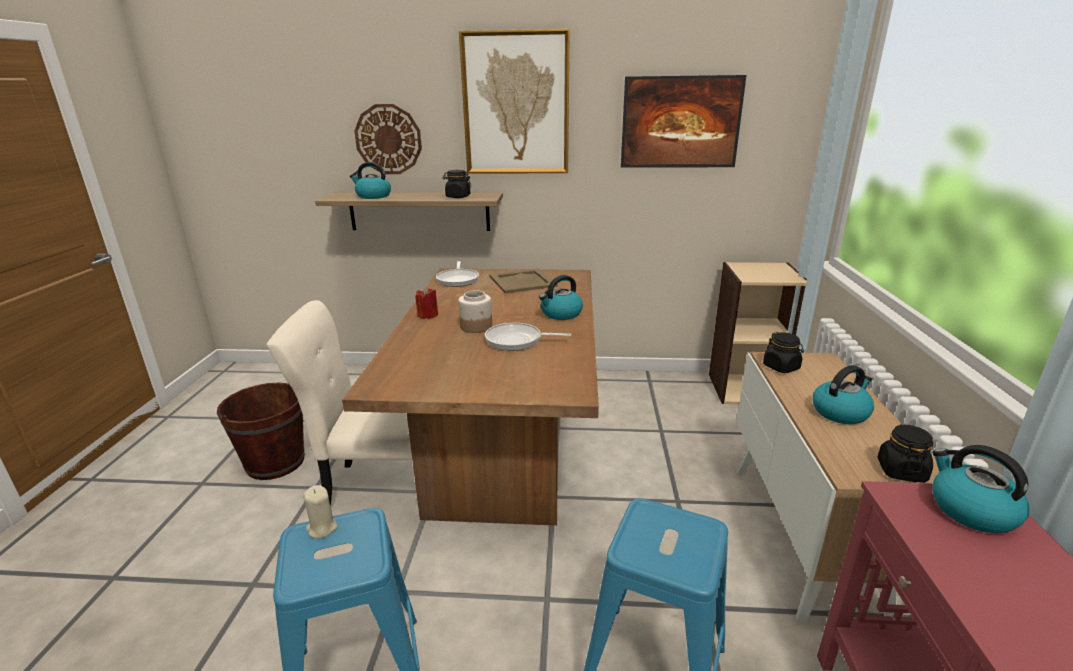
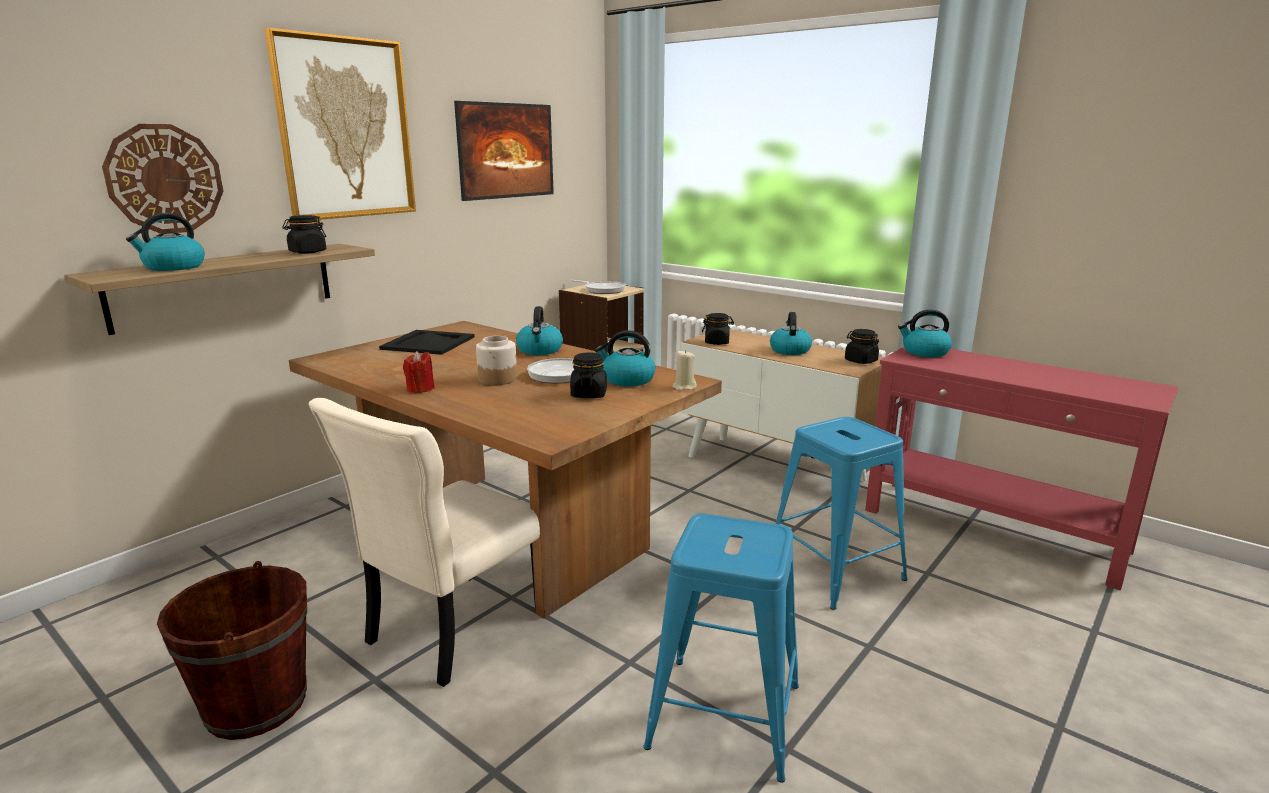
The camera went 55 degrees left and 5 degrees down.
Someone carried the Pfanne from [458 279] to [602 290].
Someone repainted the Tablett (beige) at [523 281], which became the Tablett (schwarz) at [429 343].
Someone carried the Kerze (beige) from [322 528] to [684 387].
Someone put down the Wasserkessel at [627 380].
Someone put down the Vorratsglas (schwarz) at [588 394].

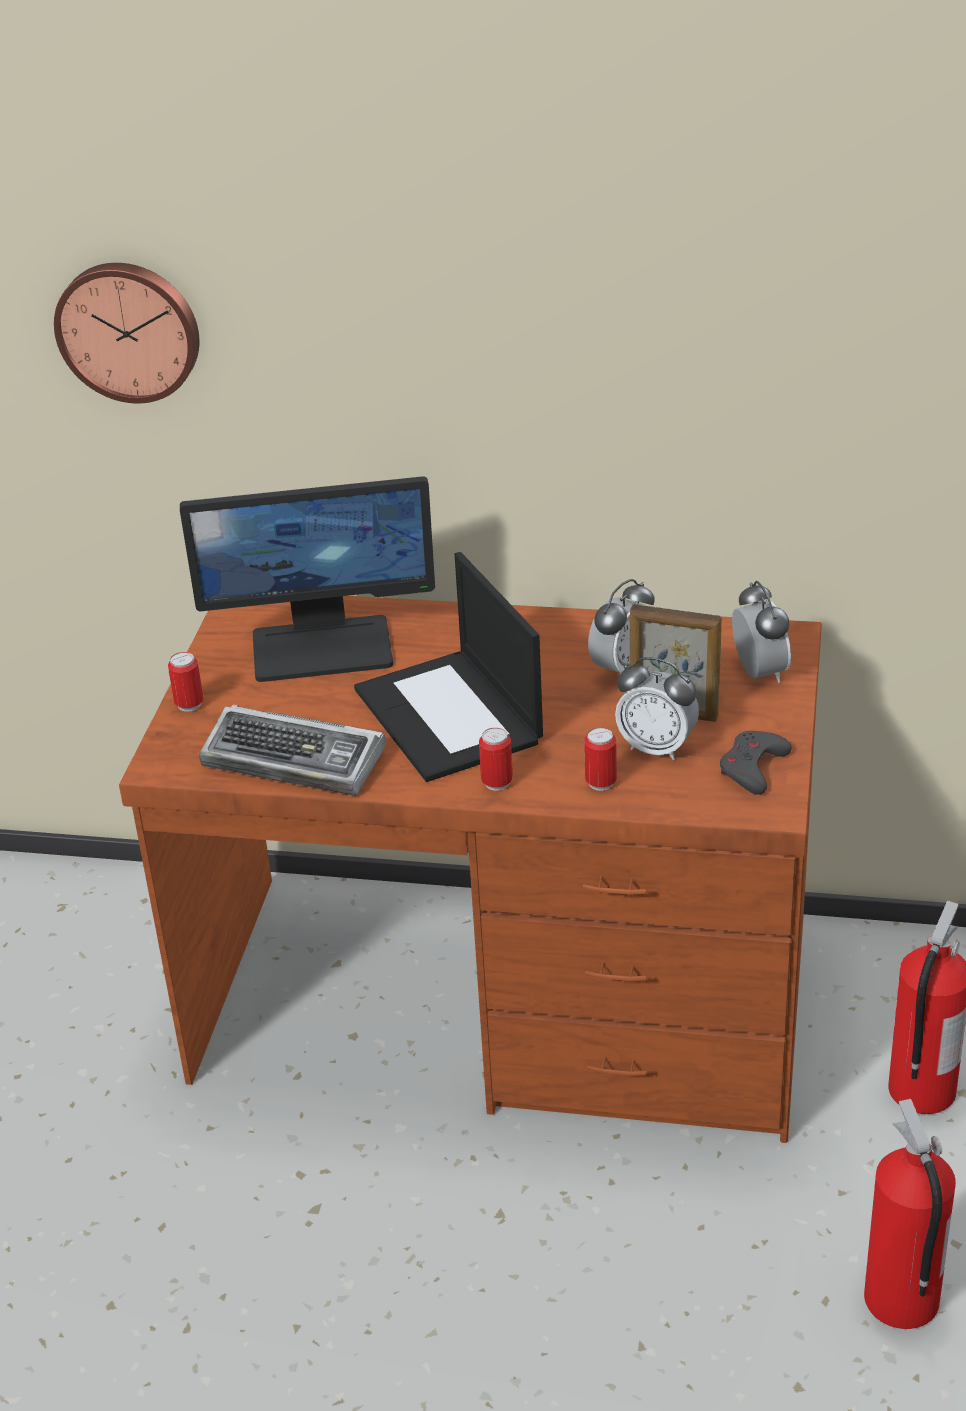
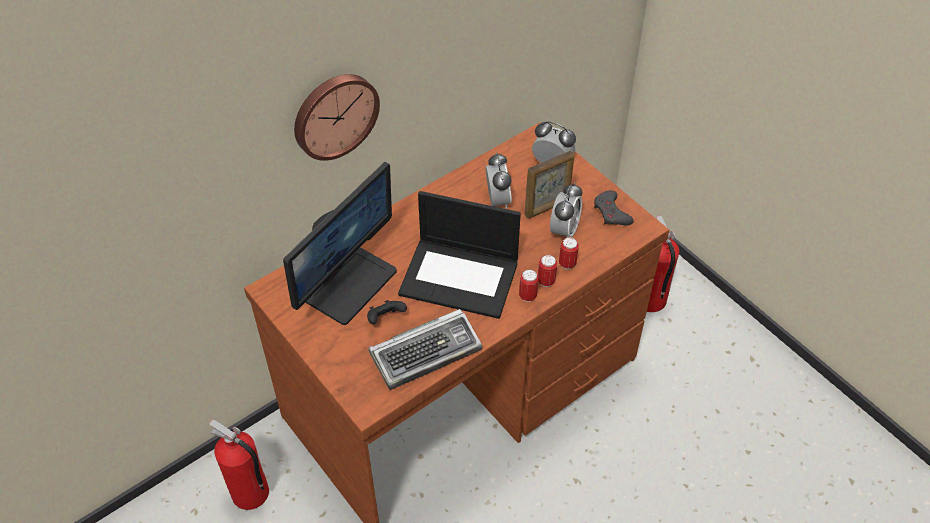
The camera went 50 degrees left and 15 degrees up.
Someone carried the Wanduhr from [129 330] to [334 114].
Someone carried the Dose from [189 704] to [546 281].
Someone rotated the Wecker at [657 747] by 45 degrees counterclockwise.
Someone carried the Feuerlöscher from [900 1301] to [250 494].
Someone put down the Gamepad (schwarz) at [385 318].

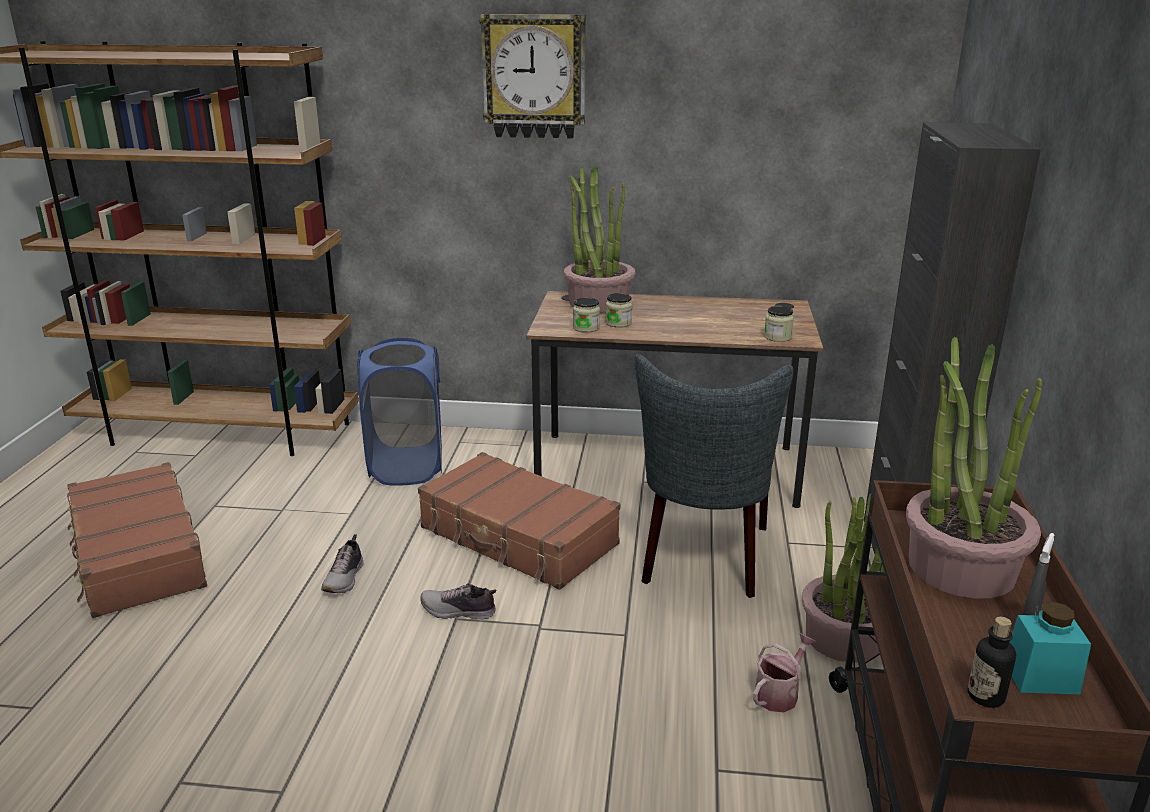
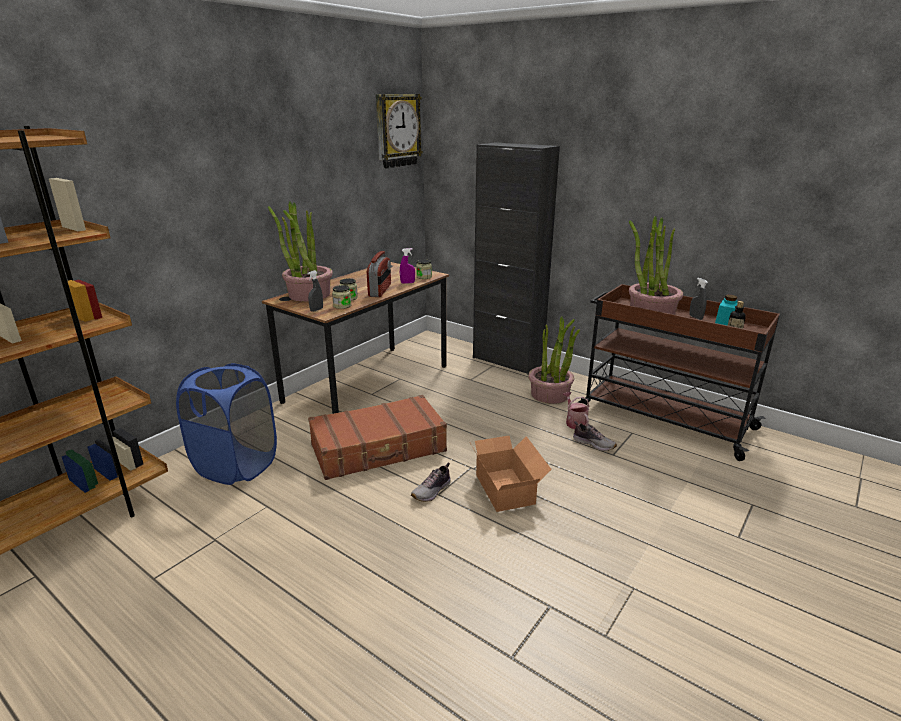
The camera went 60 degrees left and 0 degrees up.
Someone carried the Wanduhr from [534 76] to [397 130].
Someone took away the Stuhl (grau) at [703 559].
Someone took away the Koffer (braun) at [137 555].
Someone carried the Schuh from [345 578] to [593 444].
Someone put down the Sprühflasche (lila) at [407 283].
Someone put down the Radio at [380 290].
Someone put down the Sprühflasche (grau) at [316 310].
Someone put down the Karton at [506 488].

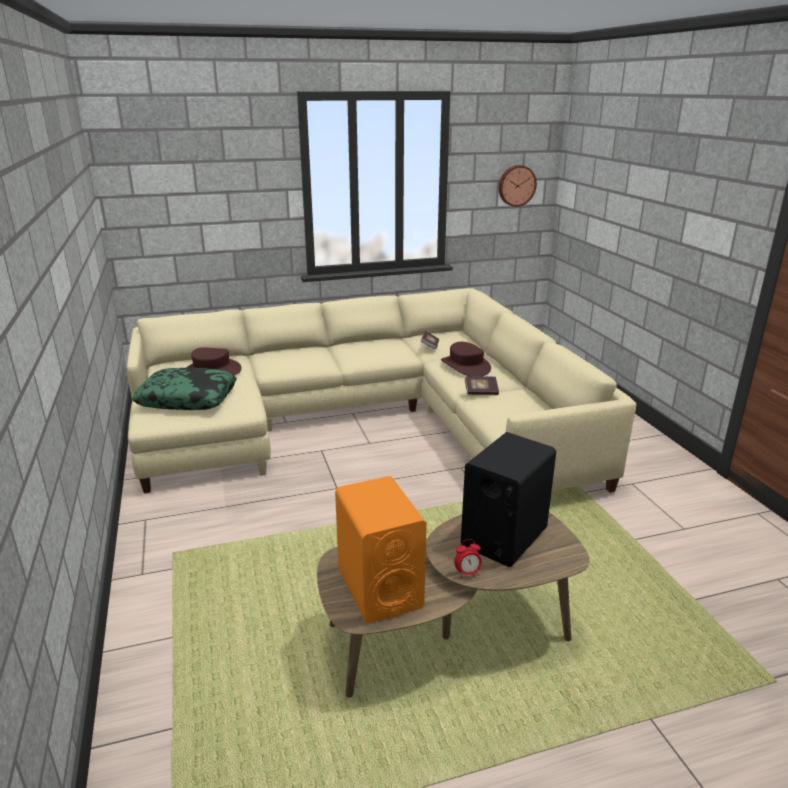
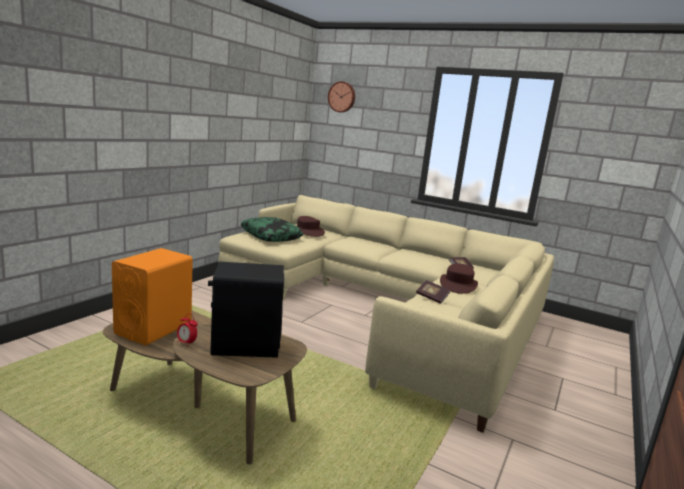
The camera went 45 degrees right and 10 degrees down.
Someone carried the Wanduhr from [516 185] to [342 97].

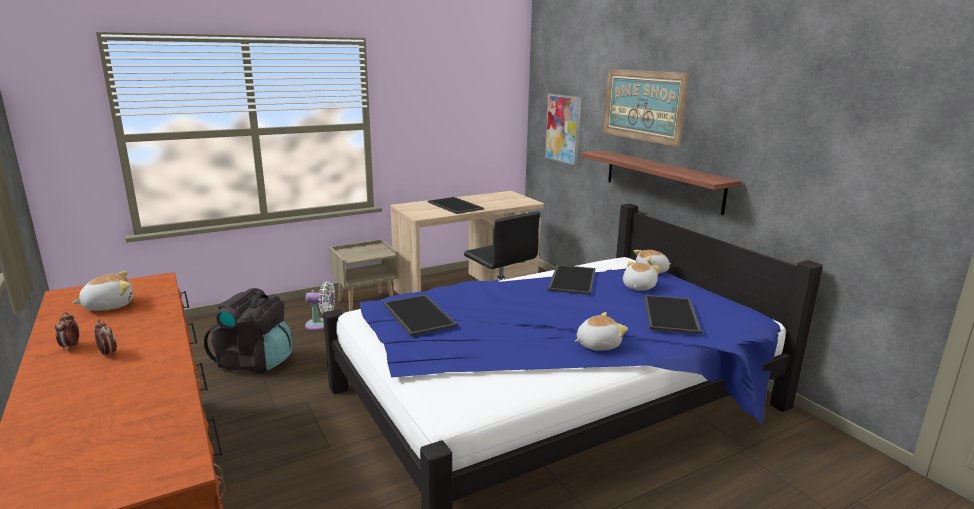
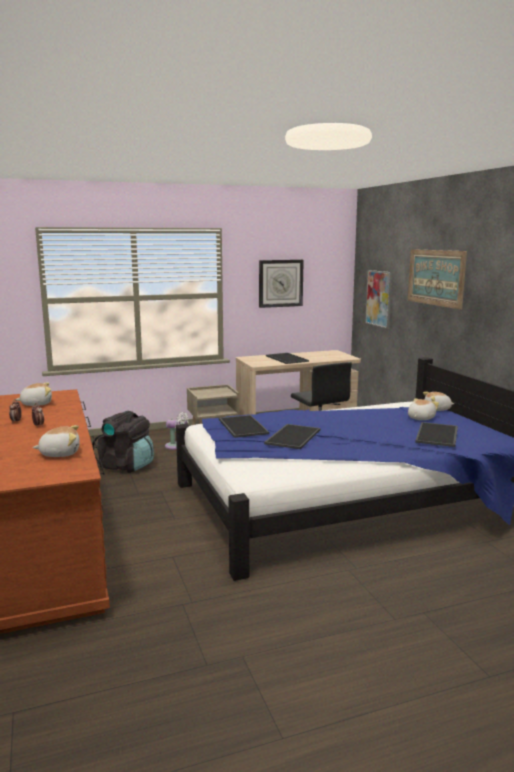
The camera went 10 degrees right and 5 degrees down.
Someone took away the Wandregal at [662 180].
Someone carried the Tablett from [571 279] to [292 436].
Someone carried the Plüschtier from [597 344] to [60 453].
Someone put up the Wanduhr at [280 283].

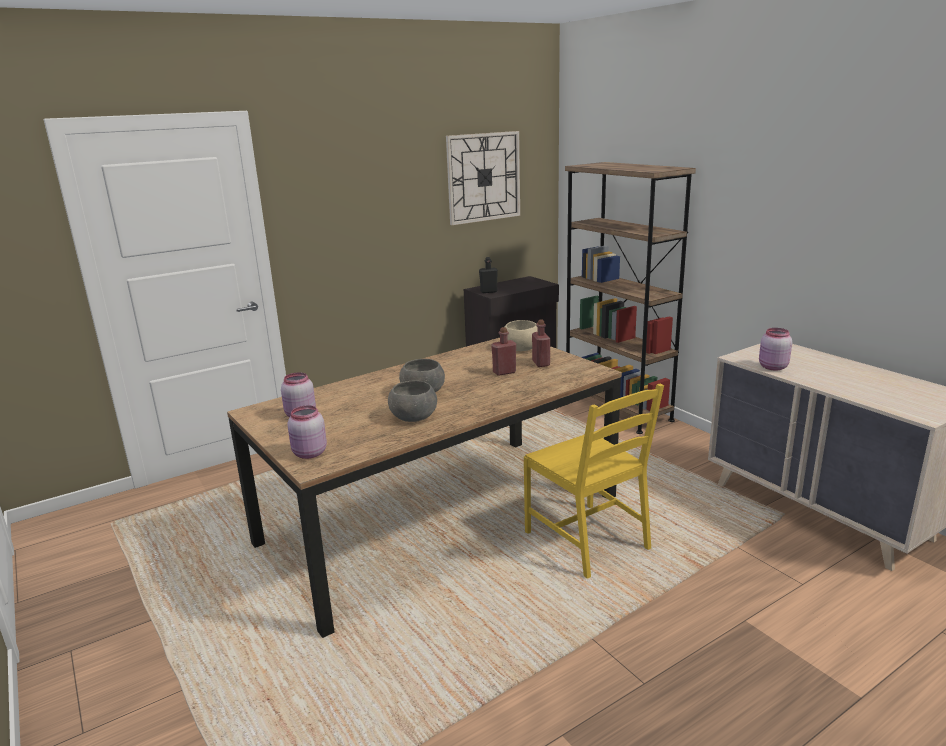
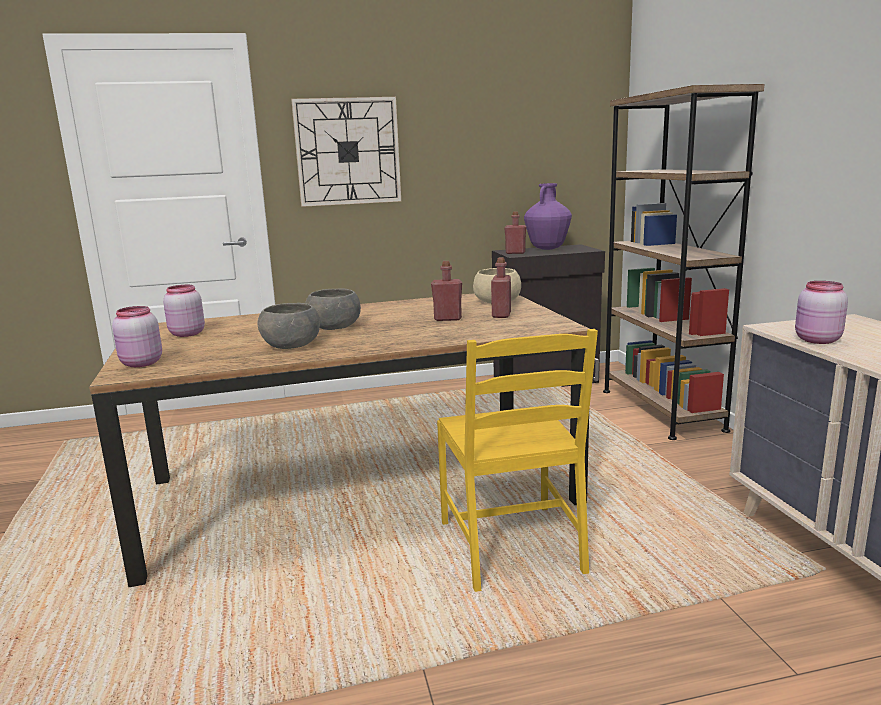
The camera went 20 degrees right and 5 degrees down.
Someone carried the Wanduhr from [483 177] to [347 152].
Someone repainted the Flasche (schwarz) at [488 291], which became the Flasche (rot) at [515 253].
Someone put down the Vase (lila) at [547 248].

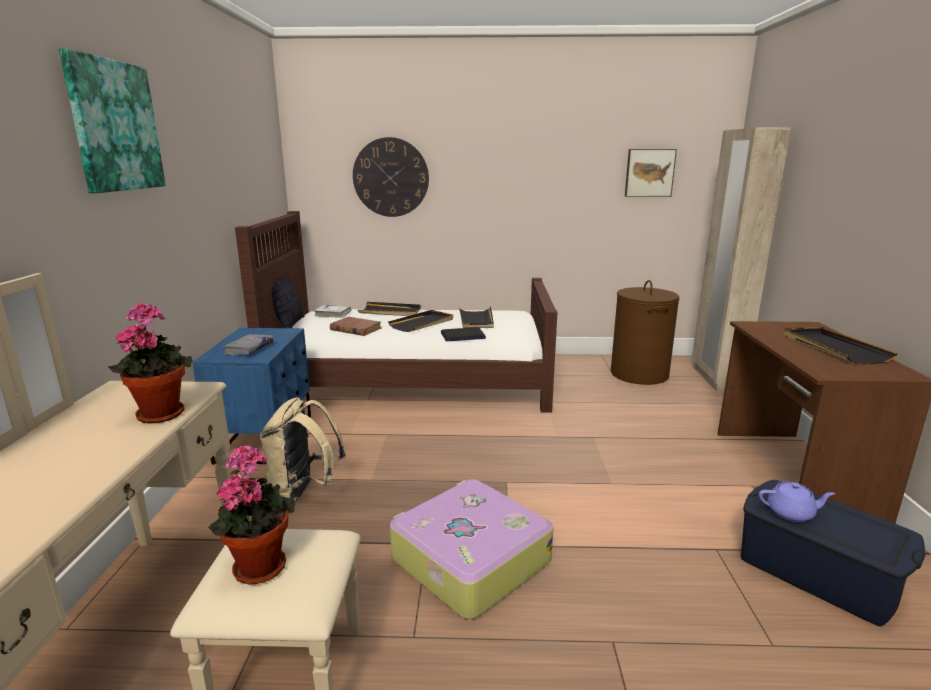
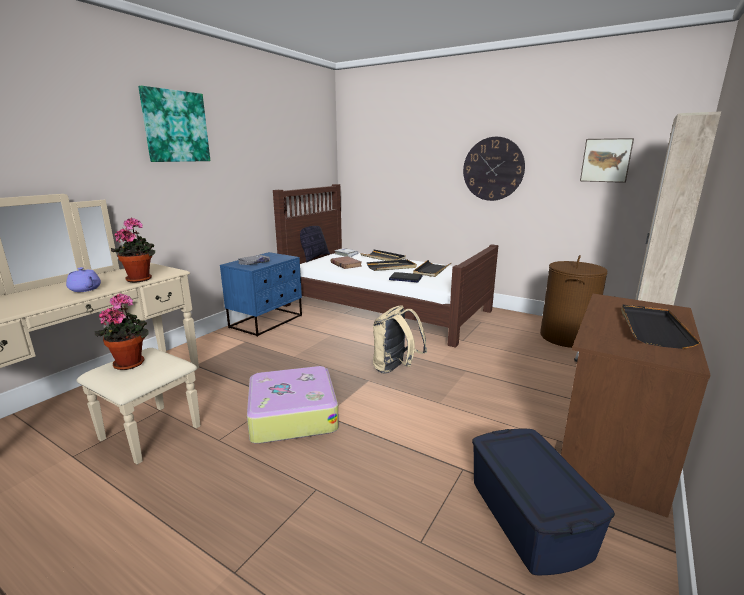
The camera went 30 degrees right and 0 degrees up.
Someone carried the Wanduhr from [391 177] to [493 169].
Someone carried the Rucksack (beige) from [304 492] to [395 369].
Someone carried the Teekanne (lila) from [791 513] to [85 289].

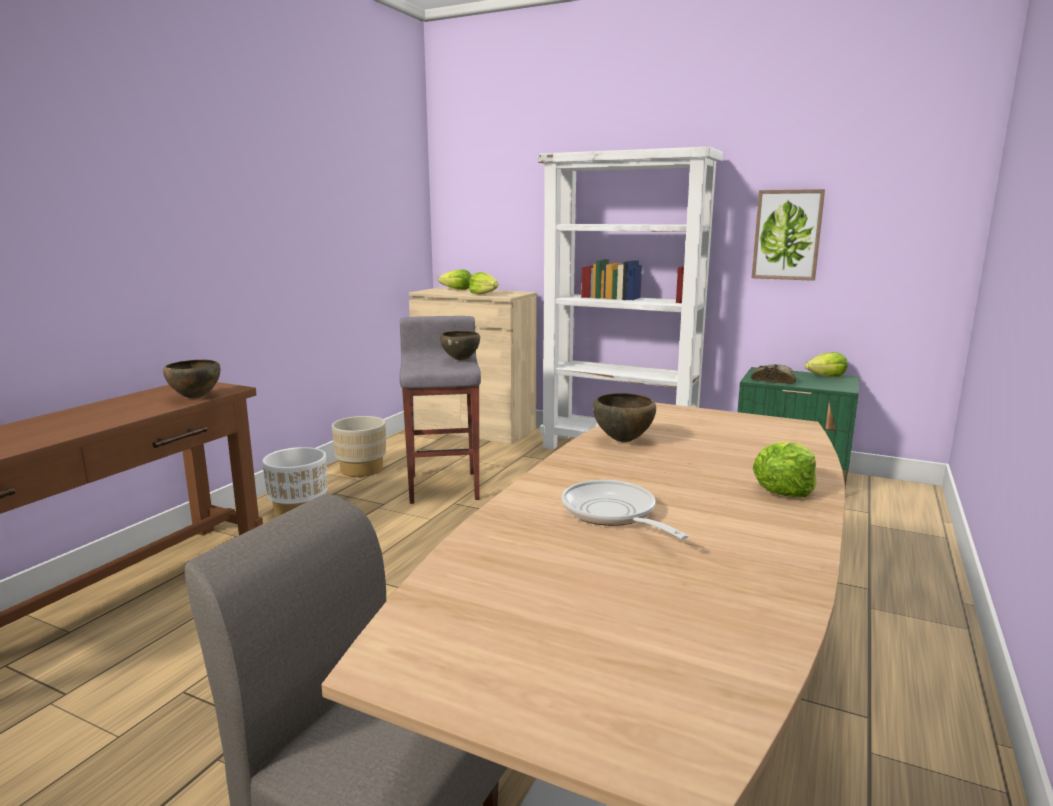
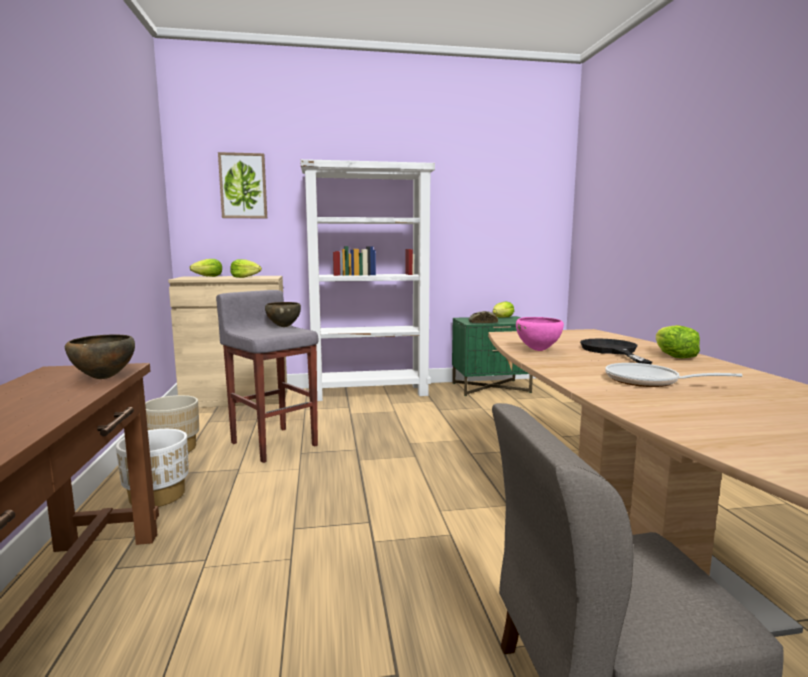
The camera went 35 degrees left and 5 degrees down.
Someone carried the Bild from [787 235] to [243 186].
Someone repainted the Schüssel (braun) at [623 441], which became the Schüssel (rosa) at [538 350].
Someone put down the Pfanne (schwarz) at [612 351].

